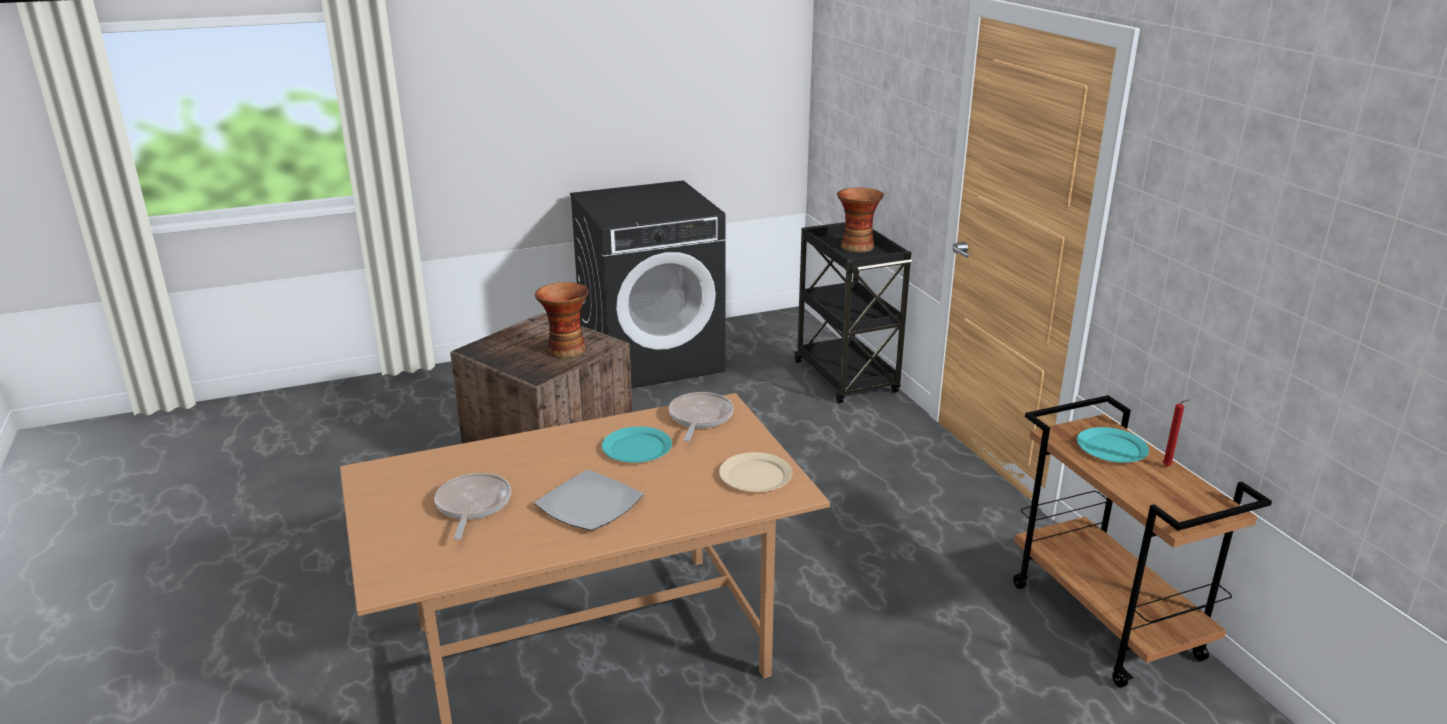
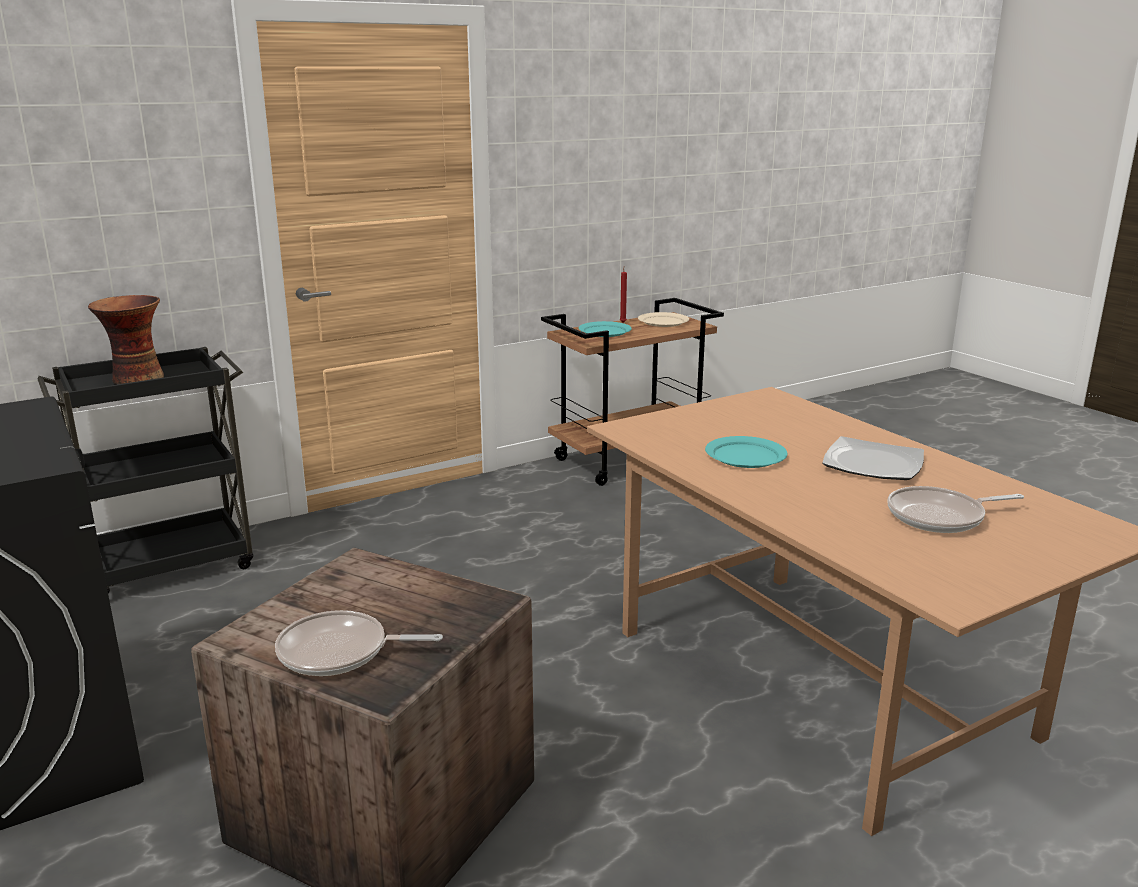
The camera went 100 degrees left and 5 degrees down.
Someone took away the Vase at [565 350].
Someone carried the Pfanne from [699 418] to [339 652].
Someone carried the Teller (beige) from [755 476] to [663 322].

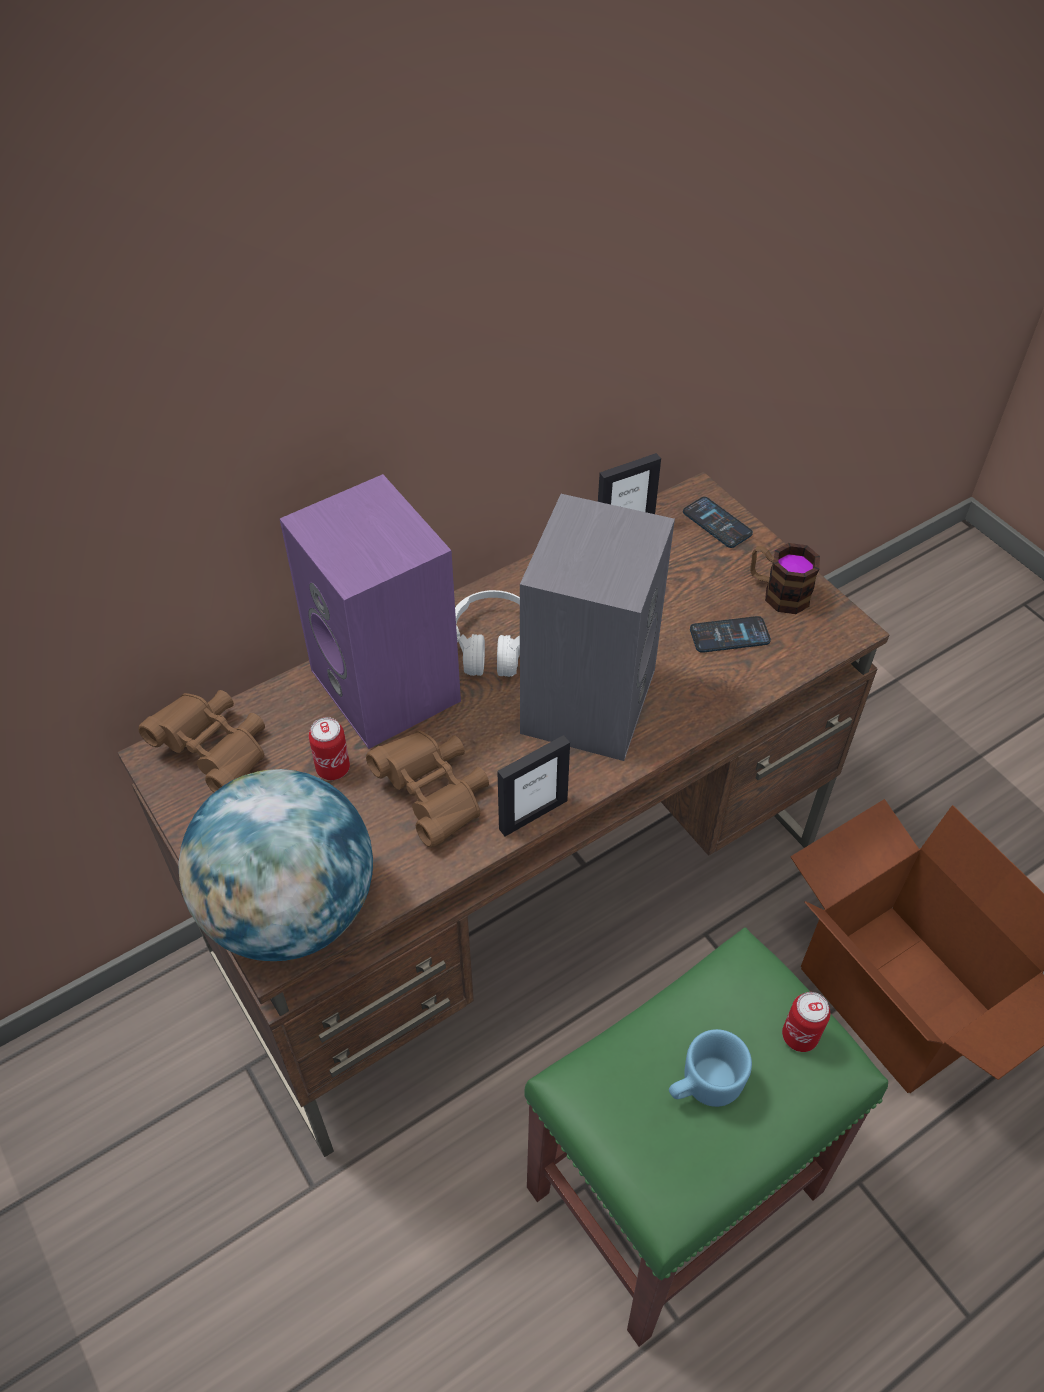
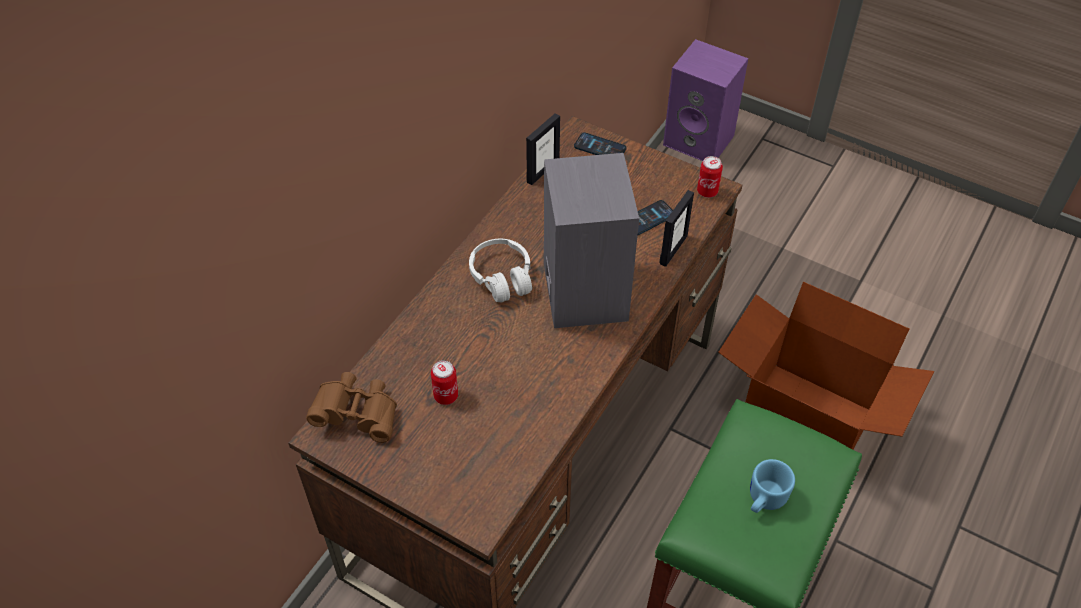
The camera went 25 degrees left and 0 degrees up.
Someone carried the Lautsprecher (lila) from [389 686] to [700 140].
Someone took away the Henkelbecher at [778 592].
Someone took away the Fernglas (braun) at [434 795].
Someone carried the Bilderrahmen from [532 814] to [673 249].
Someone took away the Globus at [290 910].
Someone carried the Dose from [799 1036] to [707 191].

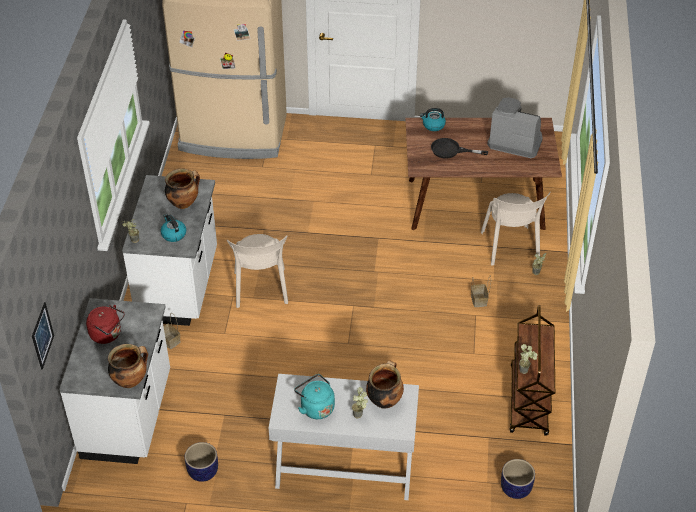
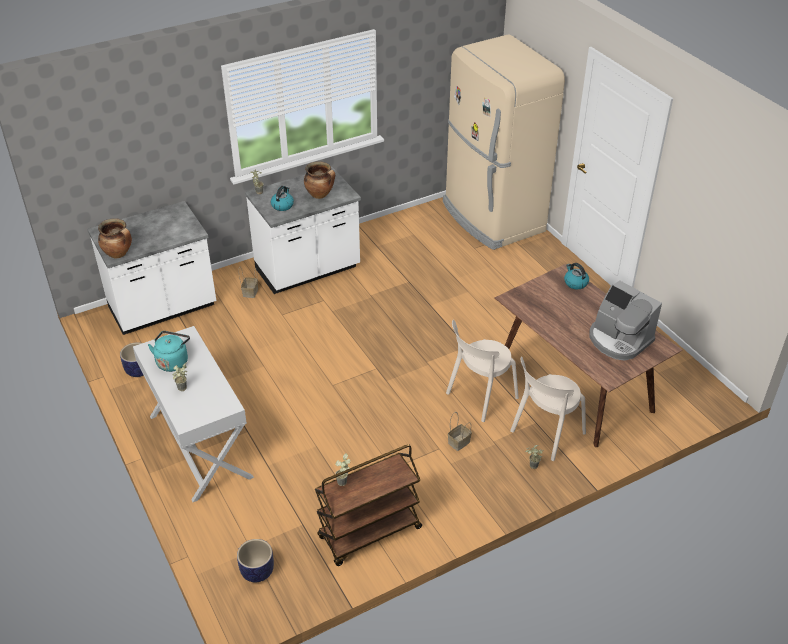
The camera went 55 degrees right and 5 degrees down.
Someone rotated the Kaffeemaschine at [515 140] by 150 degrees clockwise.
Someone took away the Pfanne (schwarz) at [451 150].
Someone carried the Stuhl (beige) from [261 290] to [479 397].
Someone took away the Bild at [42 335].
Someone took away the Wasserkessel (rot) at [107 334].
Someone took away the Kochtopf at [384 400].

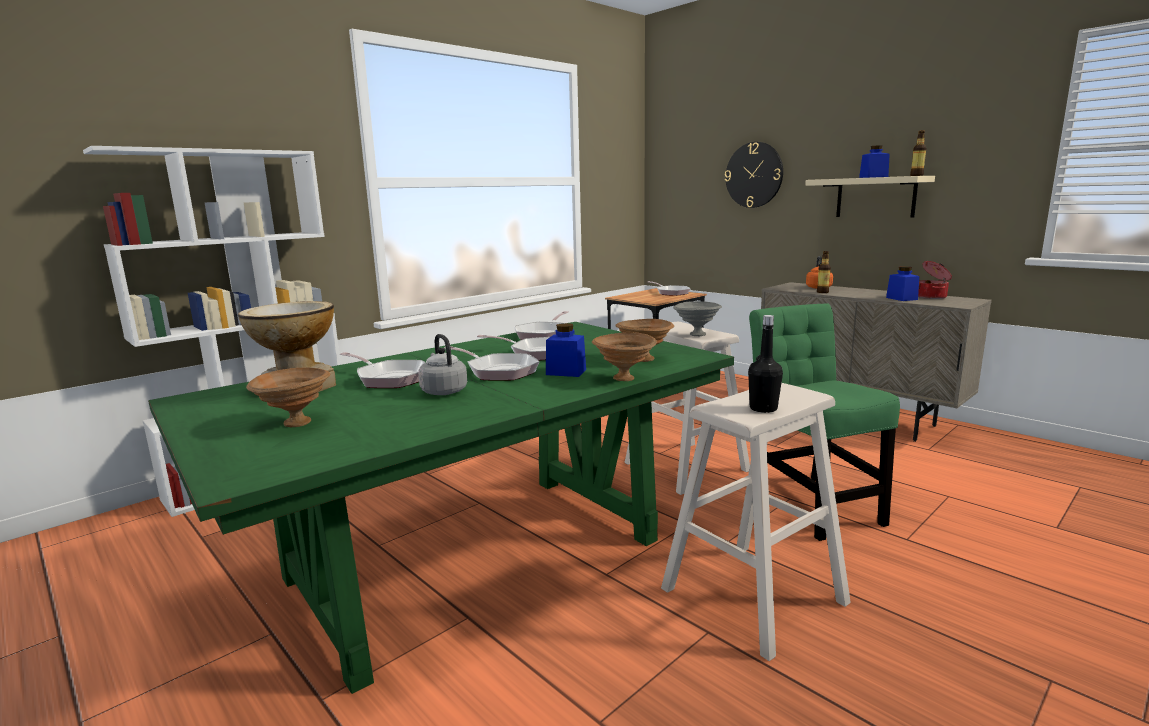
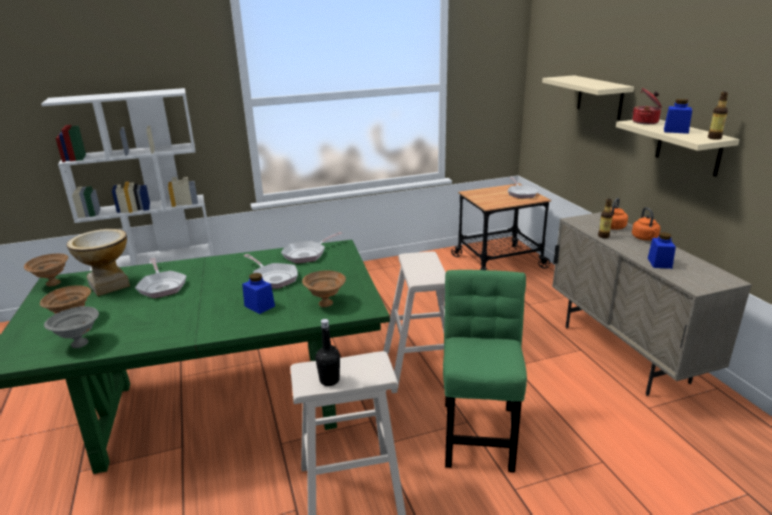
The camera went 25 degrees right and 10 degrees up.
Someone swapped the Wanduhr at [754 175] for the Wandregal (beige) at [600 97].
Someone carried the Kochtopf from [932 297] to [646 122].
Someone carried the Schüssel (grau) from [696 334] to [78 344].
Someone carried the Schüssel (braun) from [625 379] to [53 284].
Someone took away the Wasserkessel (grau) at [443 391].
Someone took away the Pfanne at [498 371].
Someone put down the Wasserkessel (orange) at [645 238].

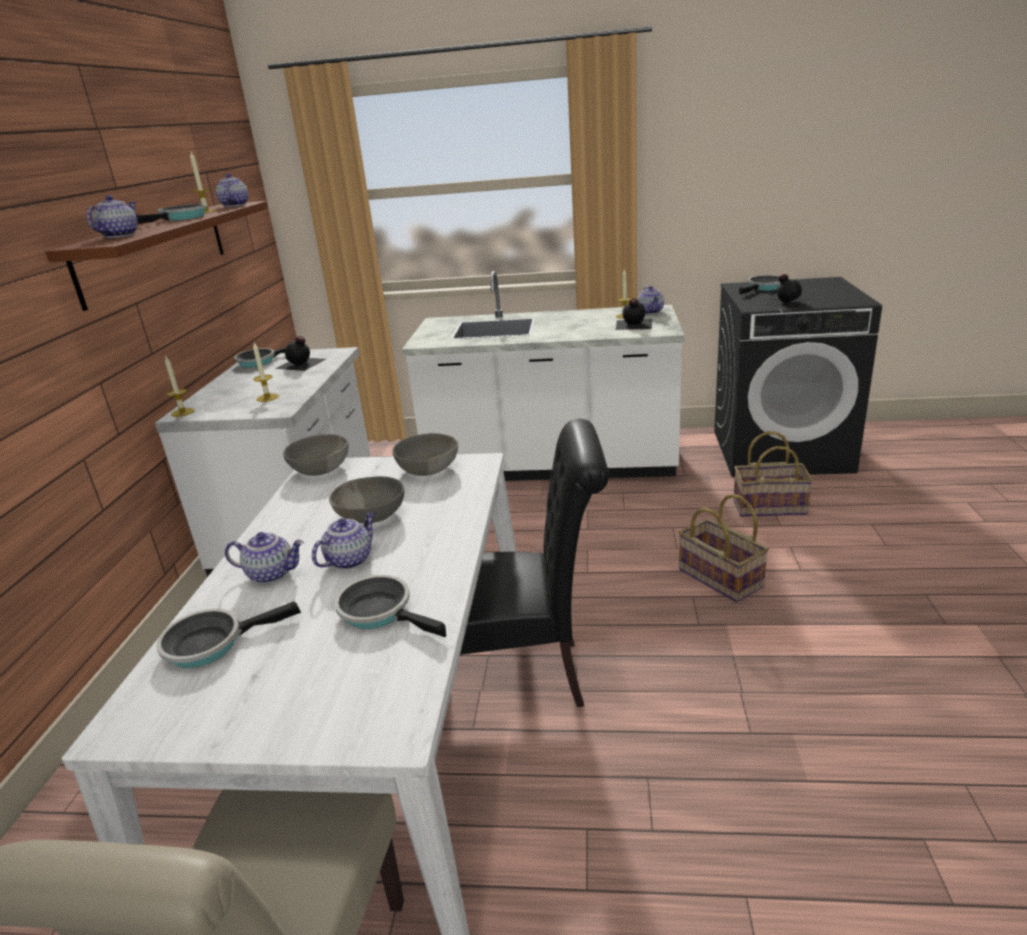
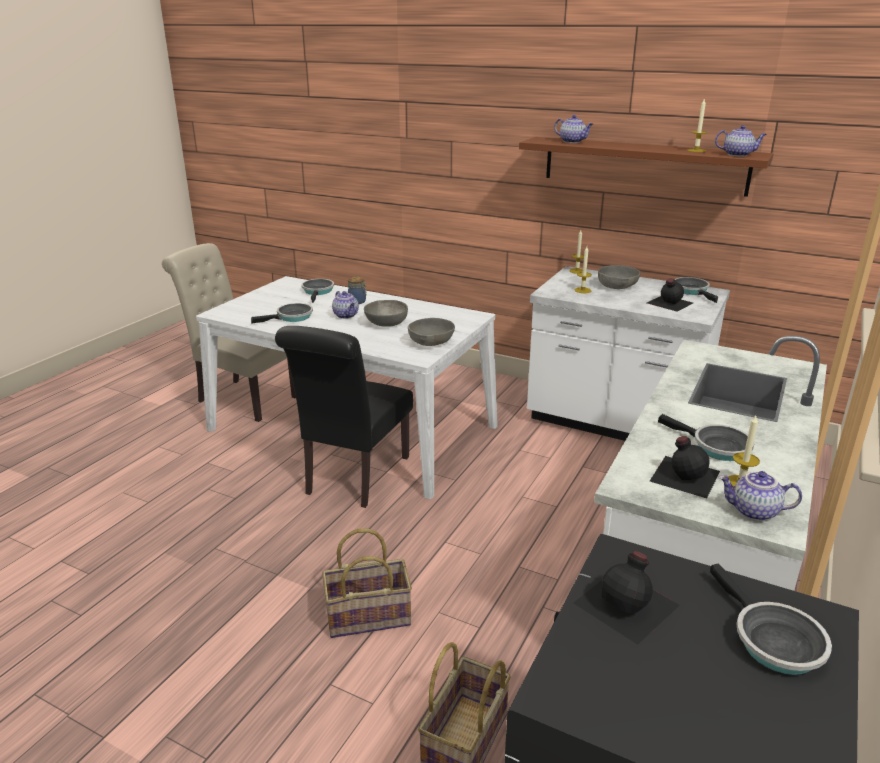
The camera went 110 degrees right and 0 degrees up.
Someone carried the Pfanne from [181 218] to [716 447].
Someone carried the Schüssel (grau) from [320 468] to [617 287].
Someone swapped the Teekanne at [272 573] for the Vorratsglas at [358 302].

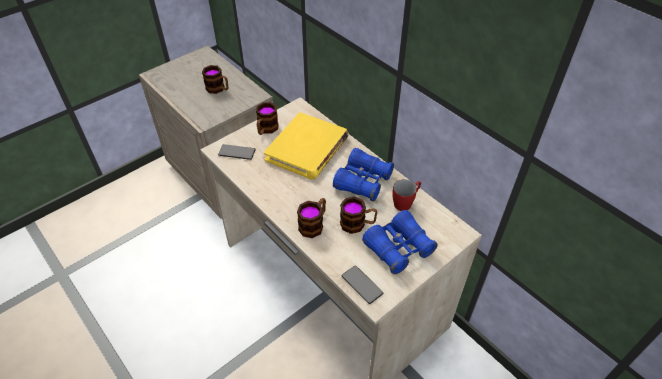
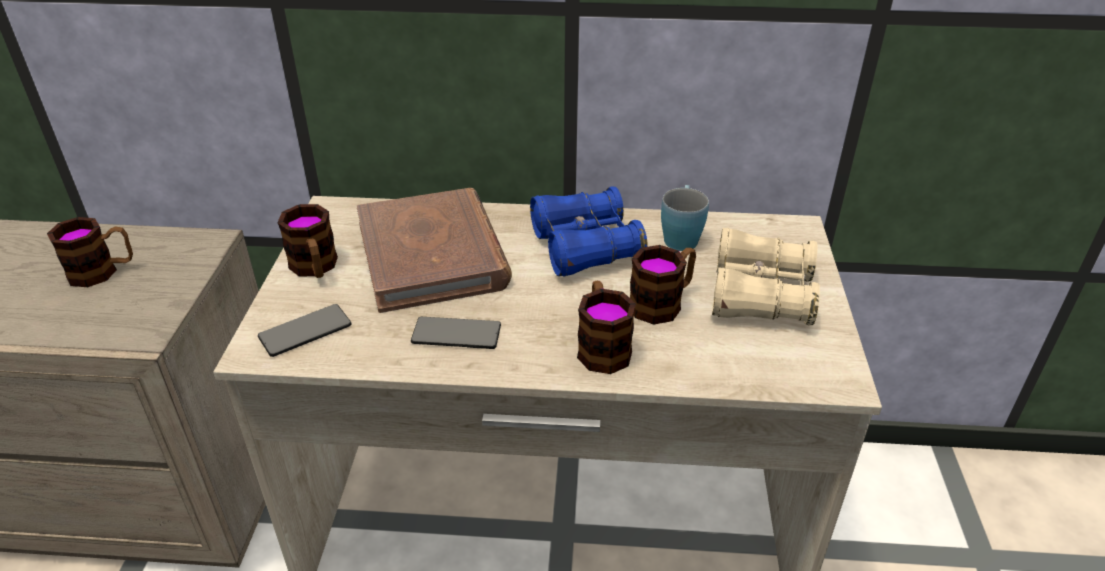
The camera went 45 degrees left and 10 degrees down.
Someone repainted the Buch (gelb) at [307 149], which became the Buch (braun) at [433 255].
Someone repainted the Henkelbecher (rot) at [405 202], which became the Henkelbecher (blau) at [681 236].
Someone repainted the Fernglas (blau) at [398 248], which became the Fernglas (beige) at [760 295].
Someone carried the Handy from [362 285] to [456 334].

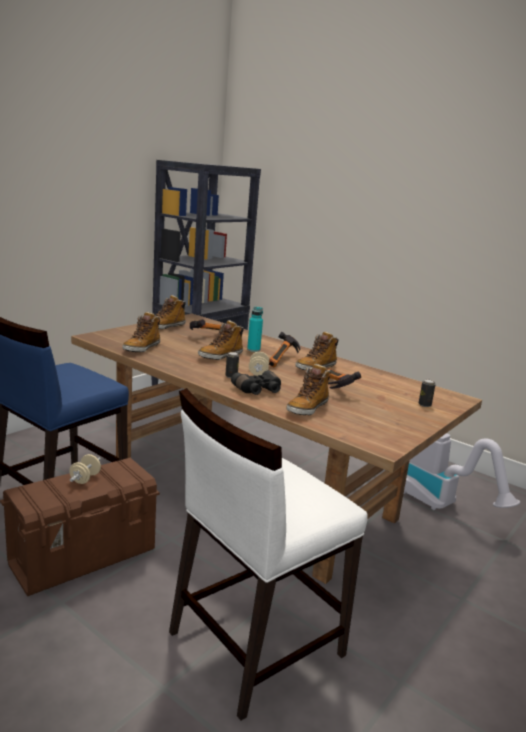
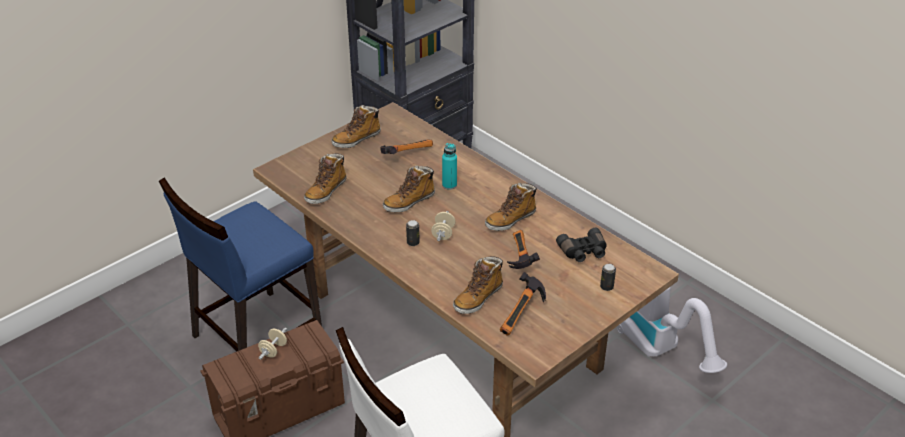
The camera went 10 degrees right and 20 degrees up.
Someone carried the Hammer from [283 360] to [523 315].
Someone carried the Fernglas (schwarz) from [258 390] to [583 252].

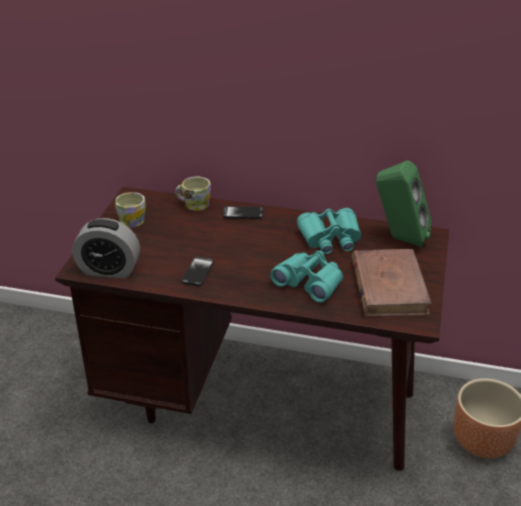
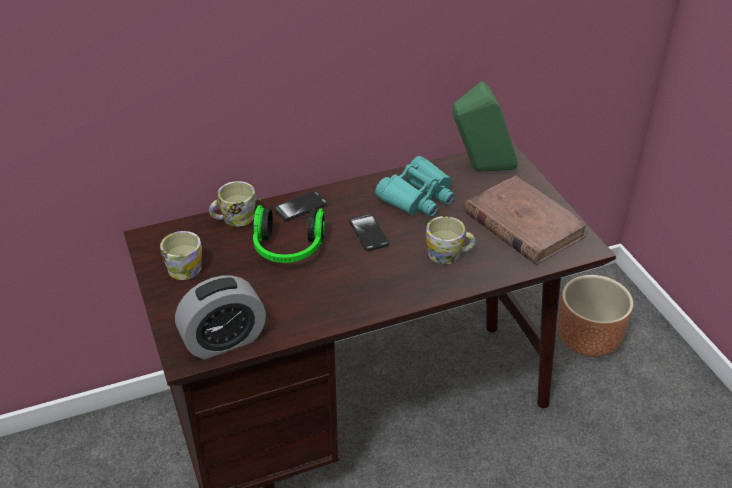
The camera went 35 degrees left and 5 degrees up.
Someone swapped the Fernglas (türkis) at [309 282] for the Henkelbecher at [449 254].
Someone carried the Handy from [198 272] to [368 233].
Someone put down the Kopfhörer at [288 250].

